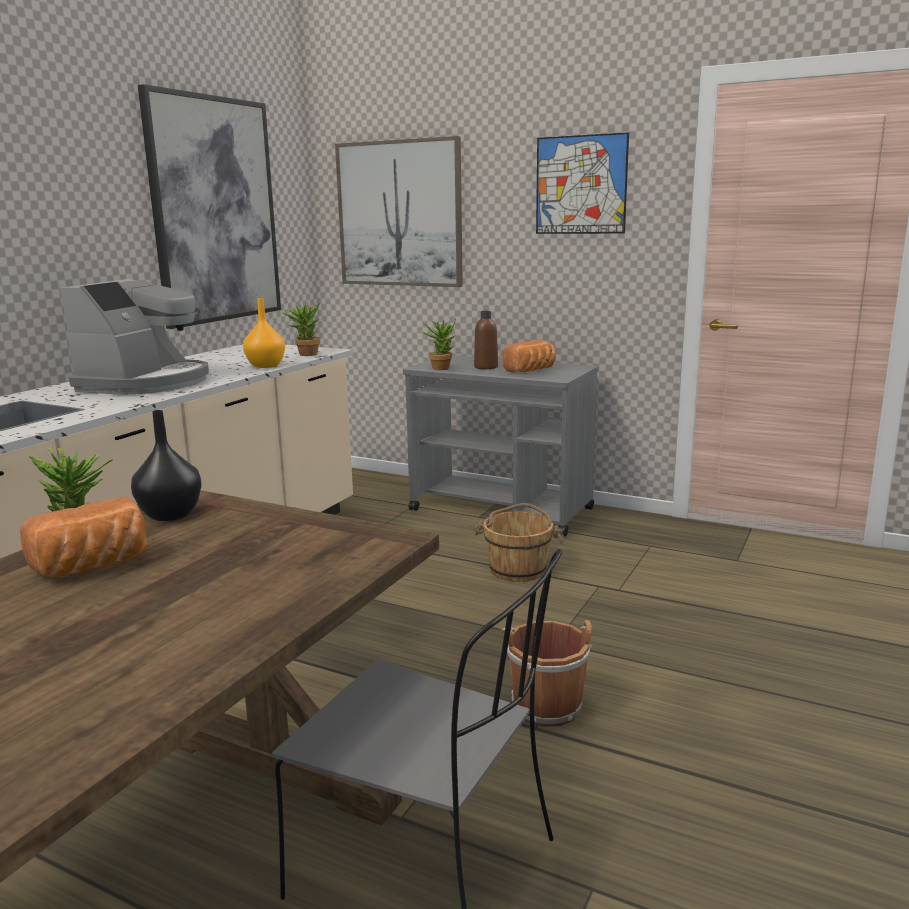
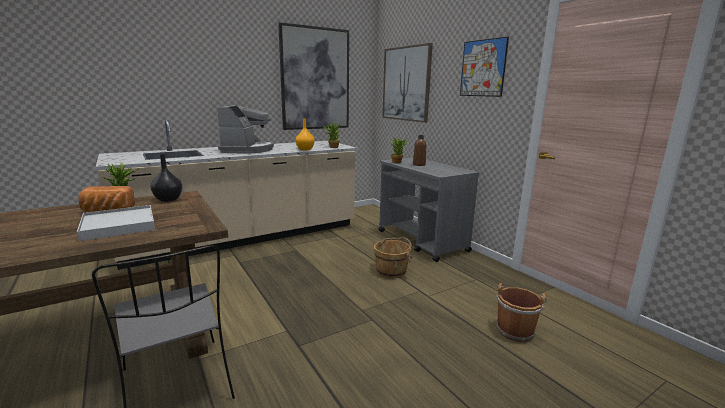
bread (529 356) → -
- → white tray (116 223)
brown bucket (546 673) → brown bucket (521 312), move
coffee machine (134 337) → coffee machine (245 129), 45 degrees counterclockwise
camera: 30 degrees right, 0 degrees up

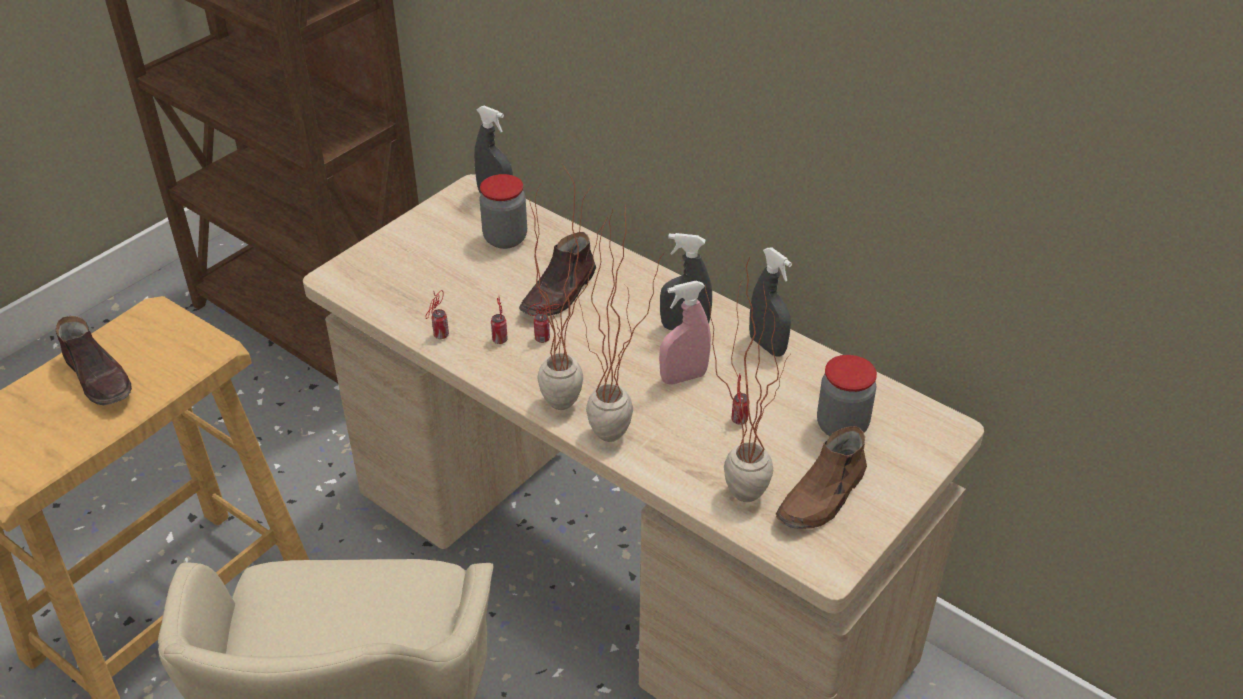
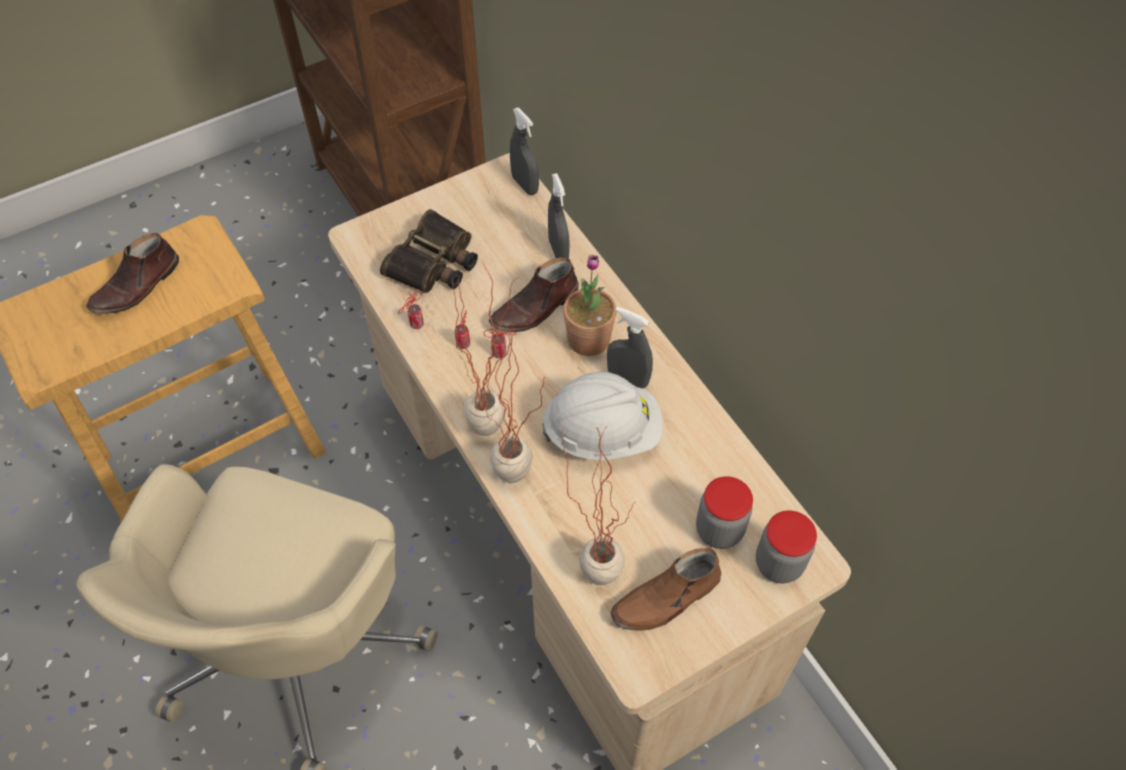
can (741 399) → -
- → binoculars (429 251)
- → potted plant (589 305)
jar (503 211) → jar (786 547), move
grey spray bottle (770 302) → grey spray bottle (558 215), move
pink spray bottle (685 333) → white hard hat (602 416)
brown shoe (94 360) → brown shoe (132 273), 60 degrees clockwise
camera: 20 degrees right, 15 degrees up

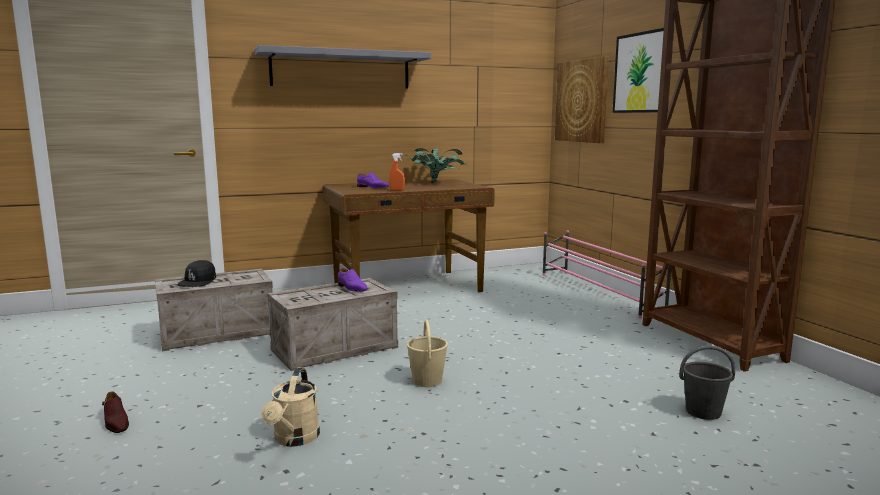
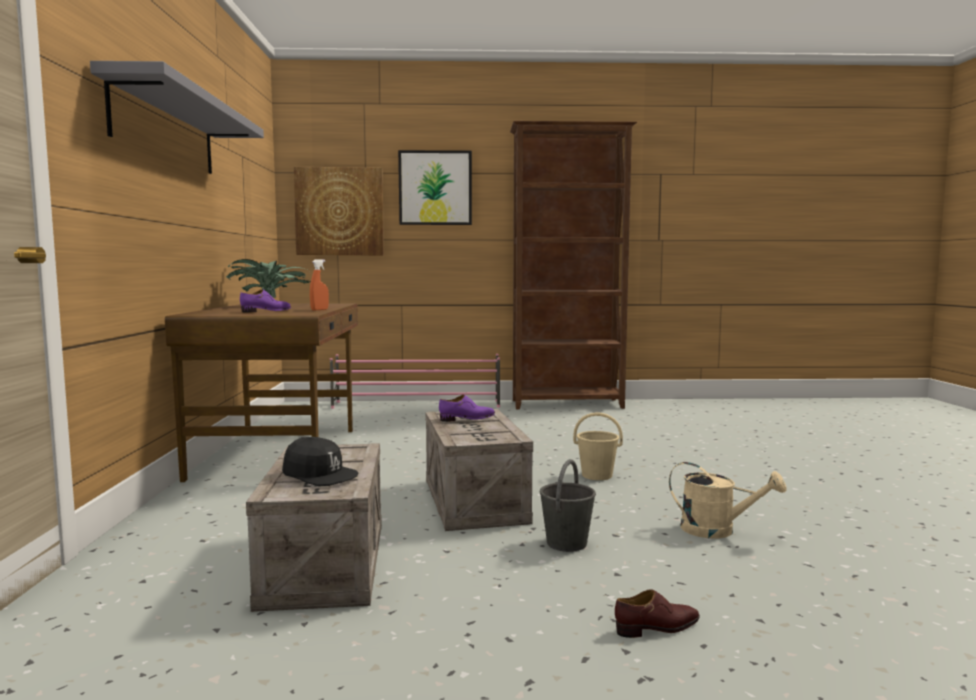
grey bucket (707 383) → grey bucket (568 505), move
camera: 70 degrees left, 5 degrees down

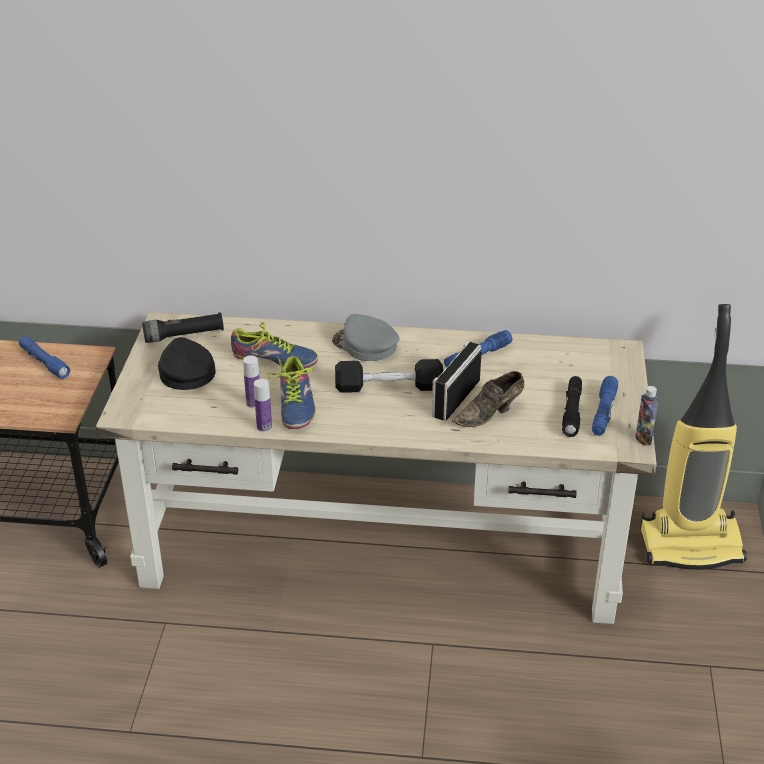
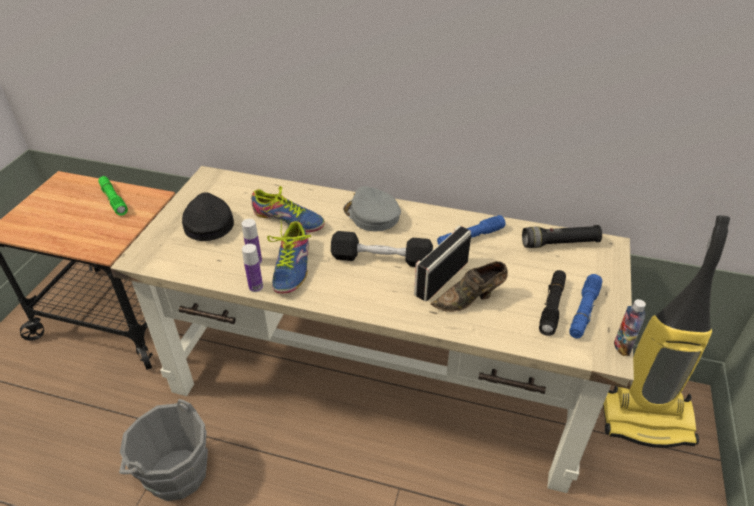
- → grey bucket (163 450)
black flashlight (183 327) → black flashlight (562 236), move
blue flashlight (44 357) → green flashlight (113 196)
camera: 10 degrees right, 5 degrees up

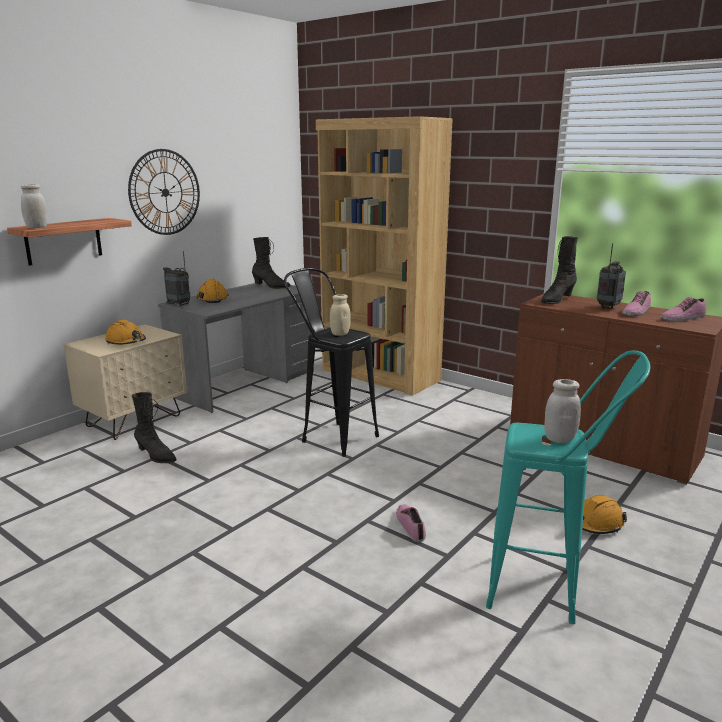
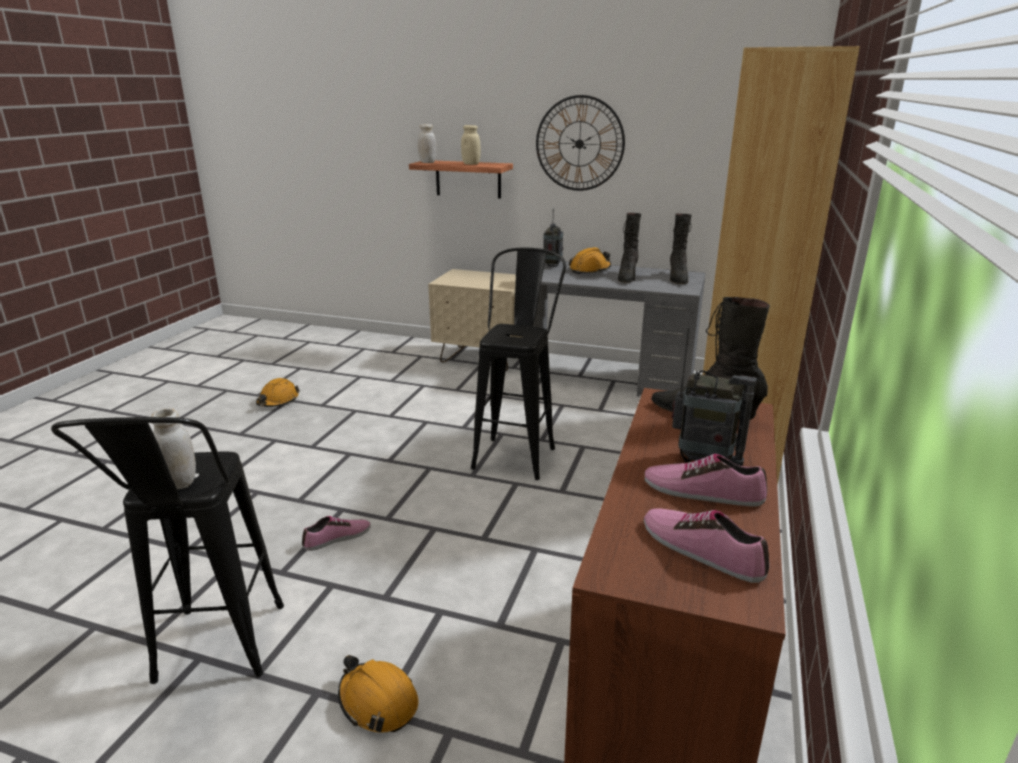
orange hard hat (125 332) → orange hard hat (278 392), move
black boot (154 427) → black boot (629 248), move
beige jar (340 315) → beige jar (471 145), move
turquoise stool (568 487) → black stool (167 550)
camera: 70 degrees right, 5 degrees up

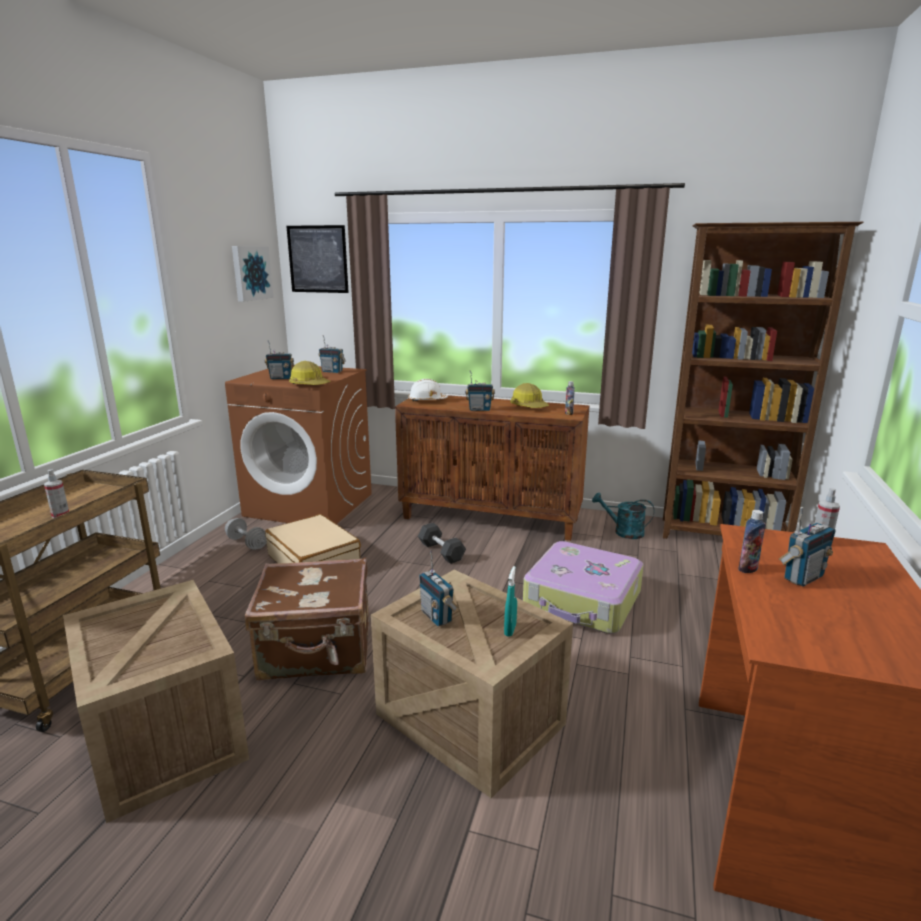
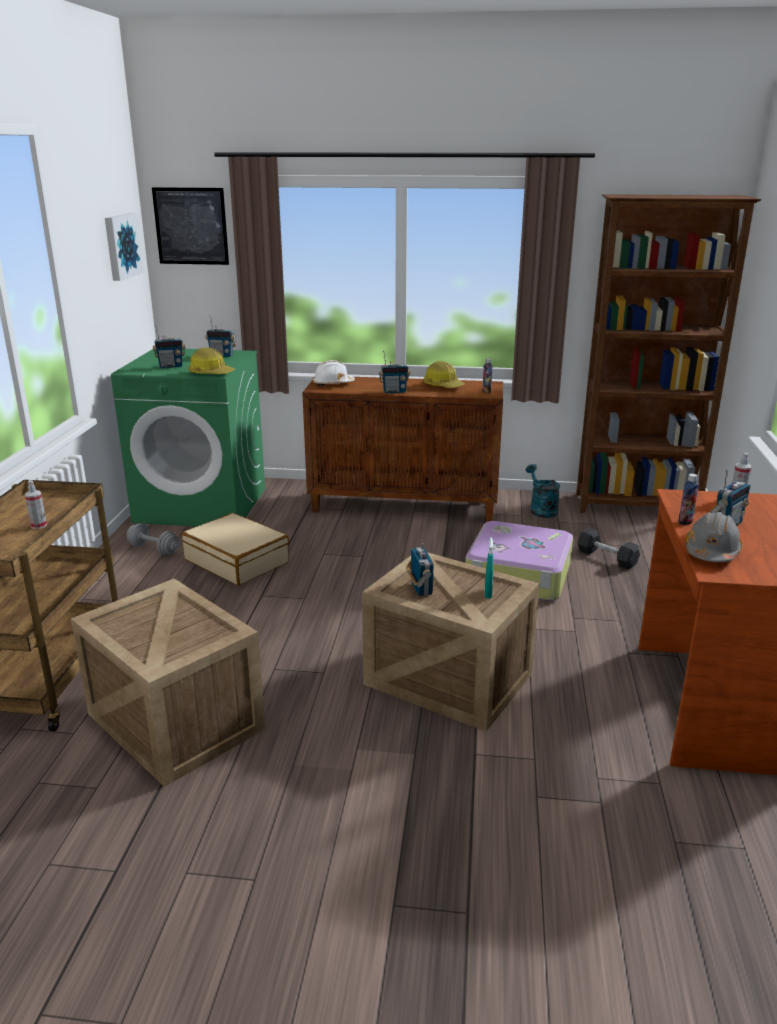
brown suitcase (307 619) → -
- → grey hard hat (714 537)
grey dumbbell (442 543) → grey dumbbell (609 549), move
brown washing machine (298 444) → green washing machine (188 438)
radio (438 588) → radio (420 569), 150 degrees counterclockwise
turquoise watering can (623 515) → turquoise watering can (543 491), 60 degrees clockwise
camera: 10 degrees left, 5 degrees up

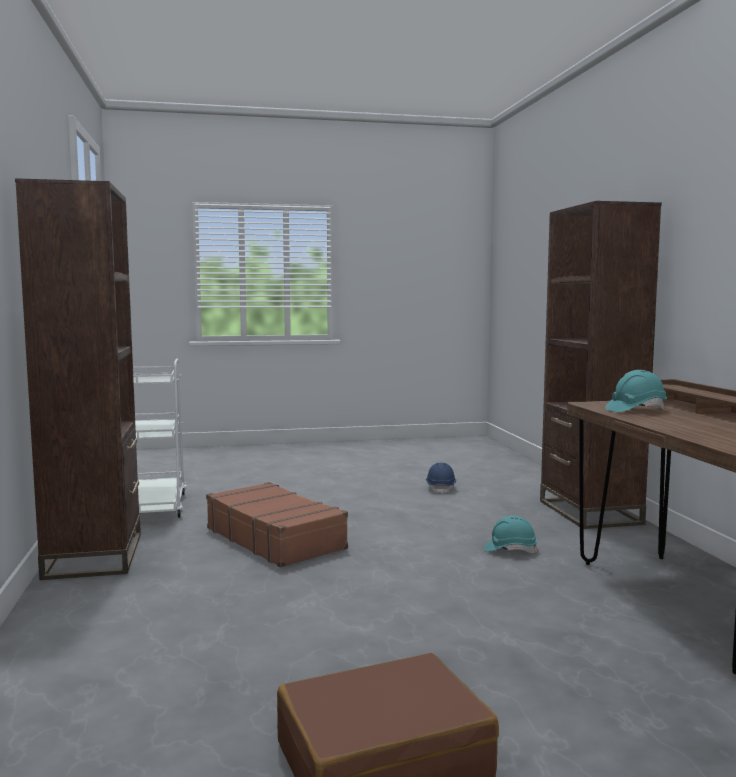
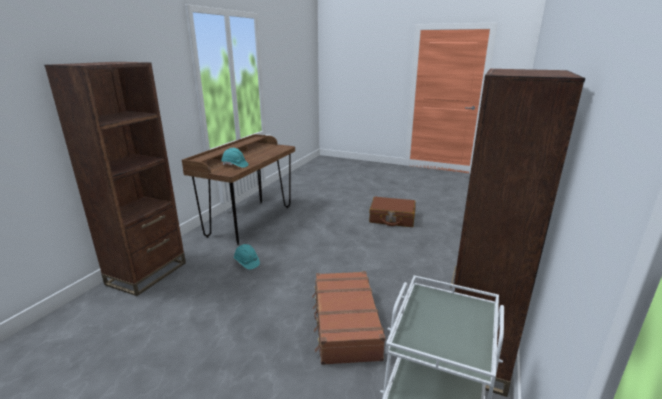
blue hard hat (441 478) → -
camera: 145 degrees left, 15 degrees up

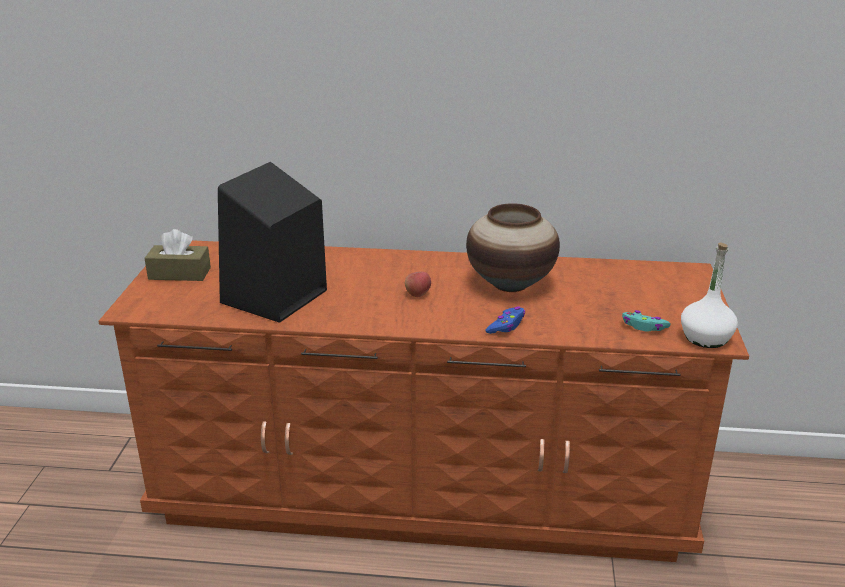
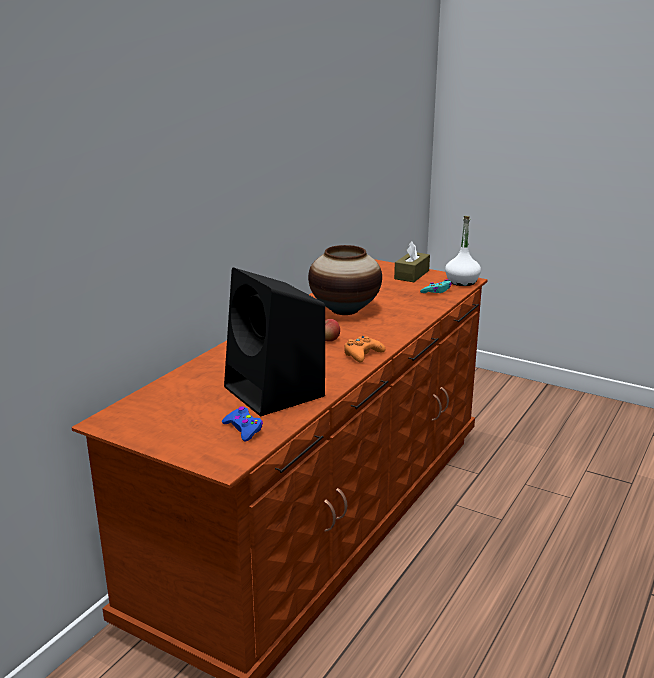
- → orange game controller (364 349)
brown tissue box (177 255) → brown tissue box (412 262), move
blue game controller (505 320) → blue game controller (242 424), move
camera: 65 degrees left, 5 degrees down

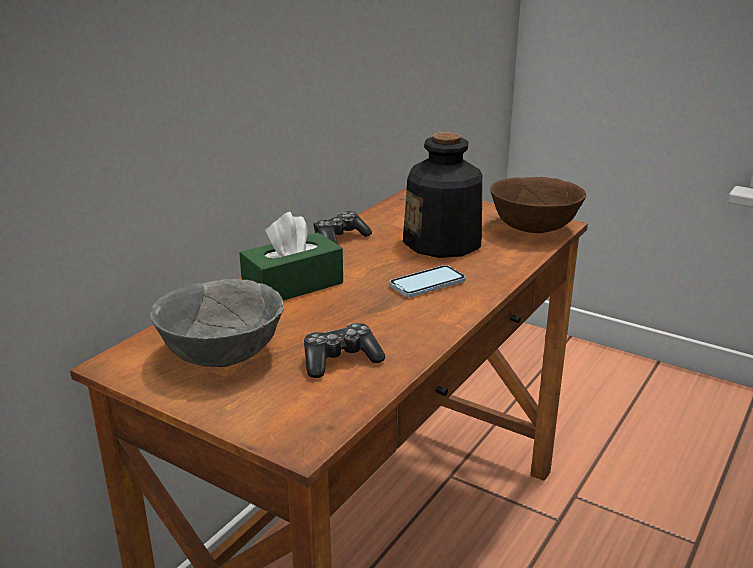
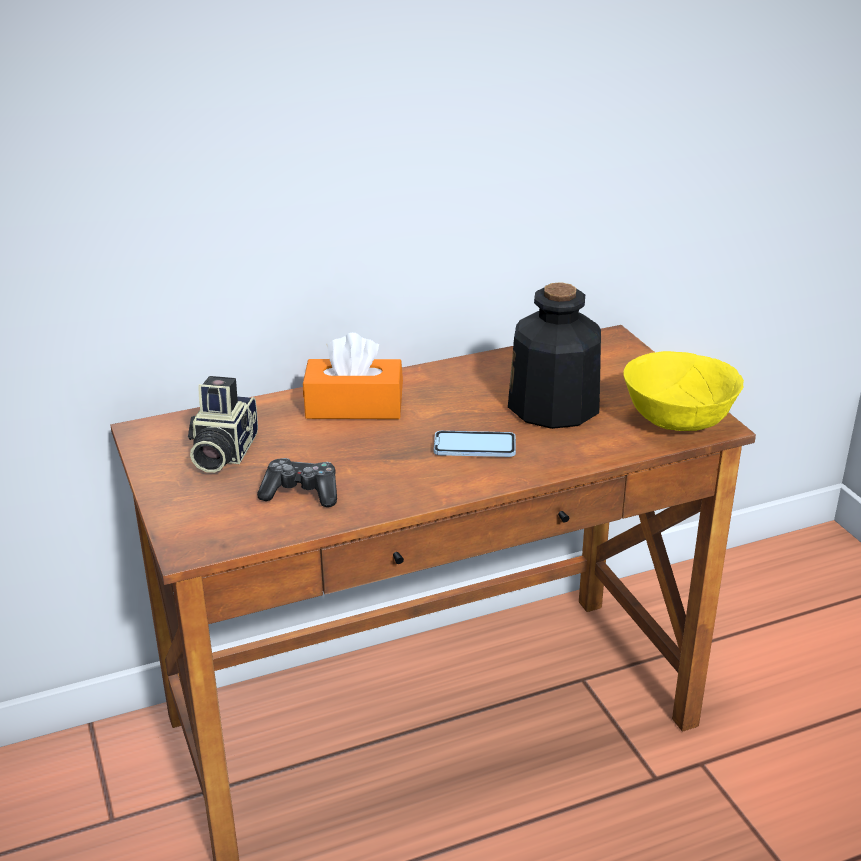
game controller (342 227) → -
grey bowl (217 323) → photo camera (223 424)
green tissue box (291 256) → orange tissue box (353 376)
brown bowl (538 205) → yellow bowl (683 391)
camera: 35 degrees right, 5 degrees up

